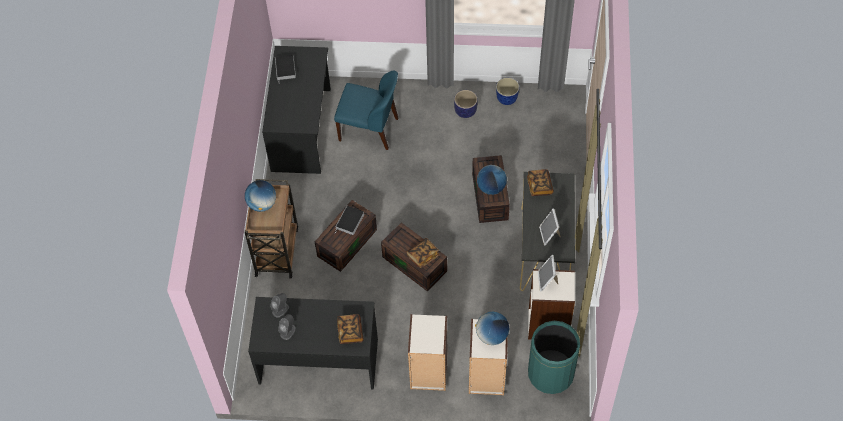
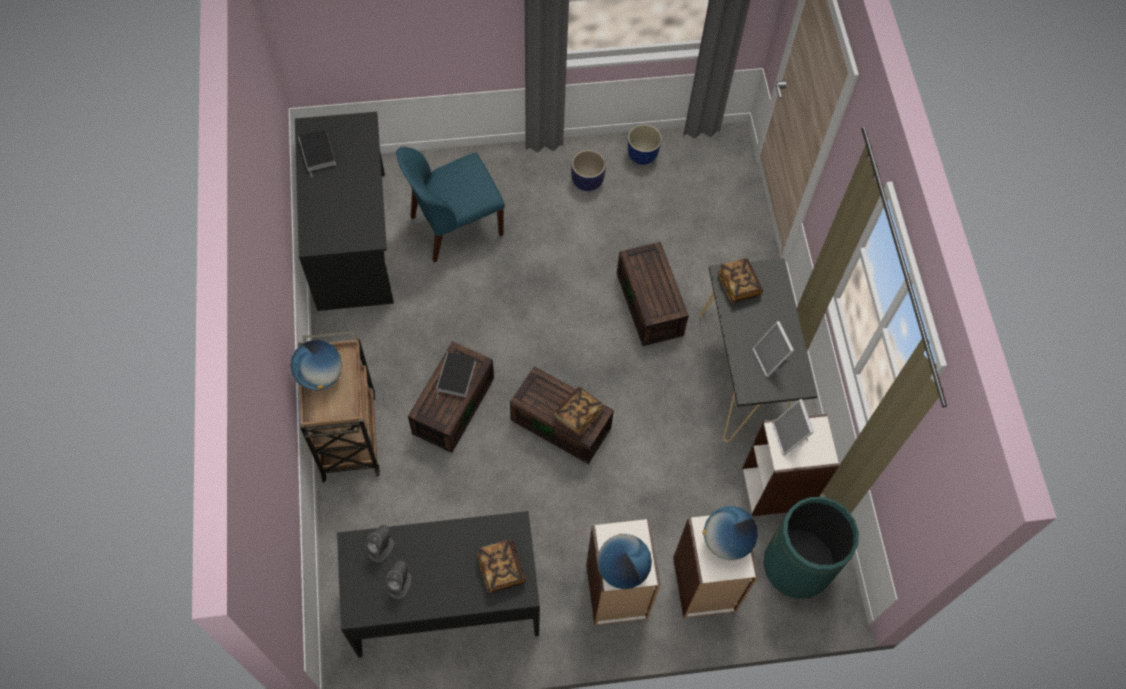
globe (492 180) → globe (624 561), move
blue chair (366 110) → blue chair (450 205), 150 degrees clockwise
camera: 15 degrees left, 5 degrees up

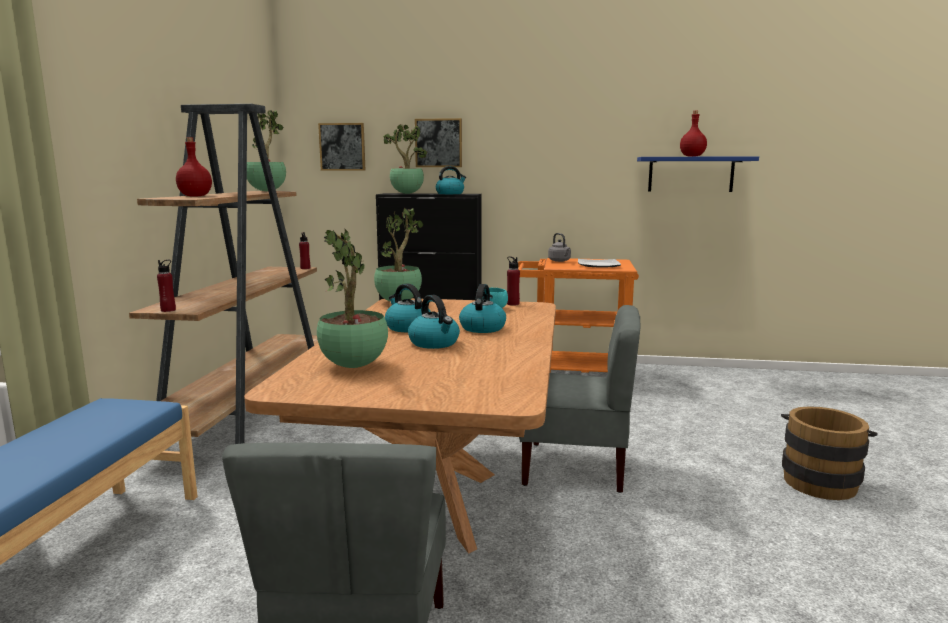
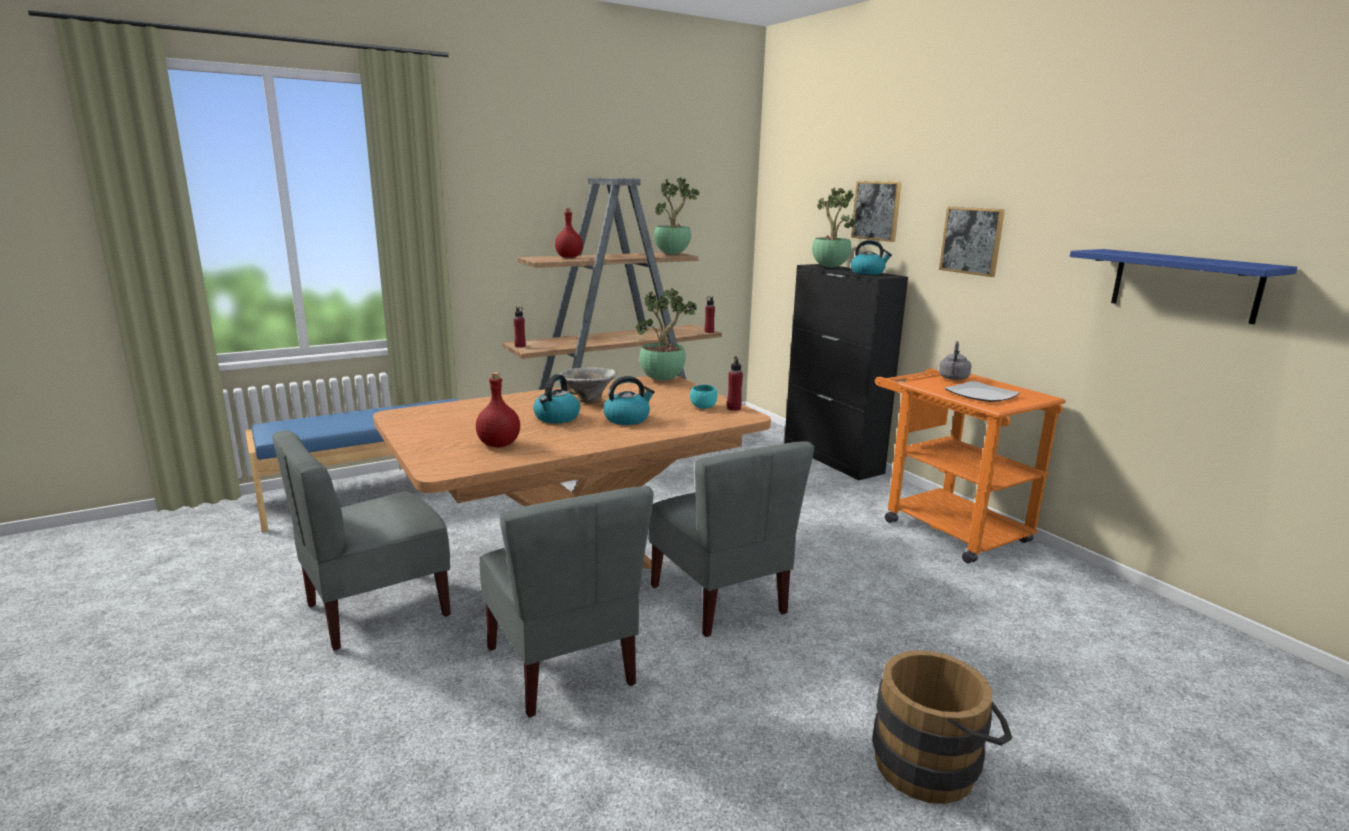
potted plant (352 298) → -
- → grey chair (566 601)
picture (341 147) → picture (972 242), move
red bottle (693 134) → red bottle (498 409), move
kettle (408 307) → bowl (588 385)
camera: 50 degrees right, 5 degrees up

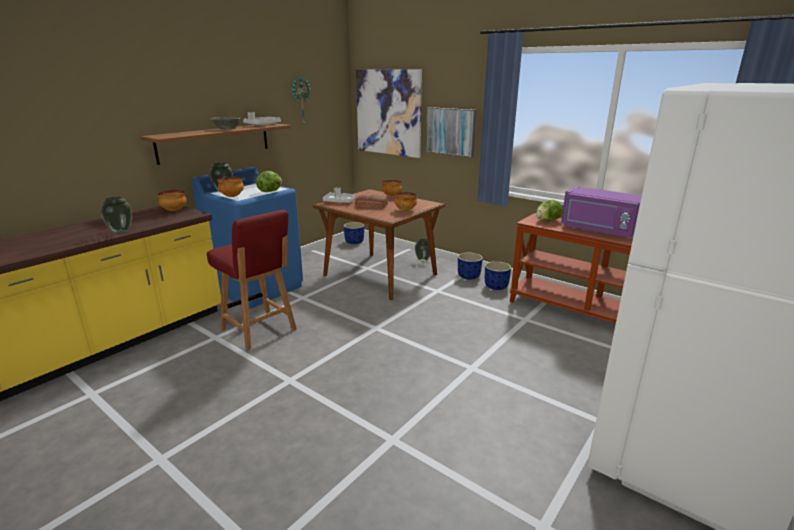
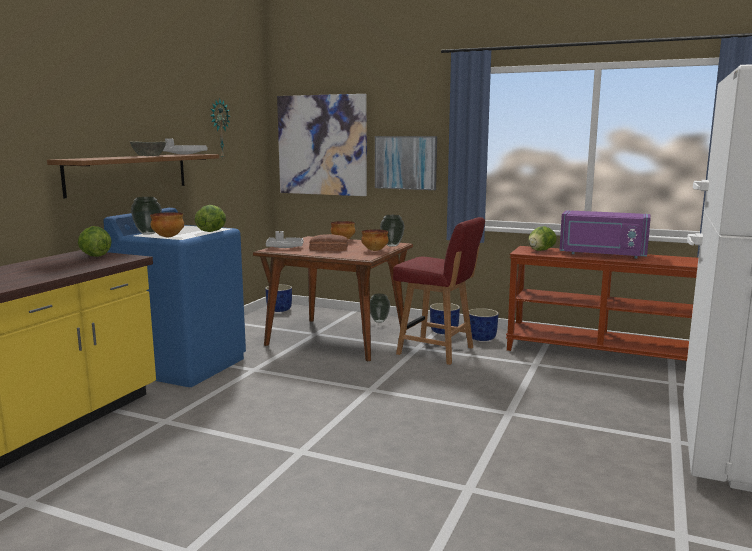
vase (116 215) → vase (392 231), move
red chair (252 280) → red chair (439 291), move
bowl (172 200) → lettuce (95 241)
camera: 15 degrees left, 10 degrees down

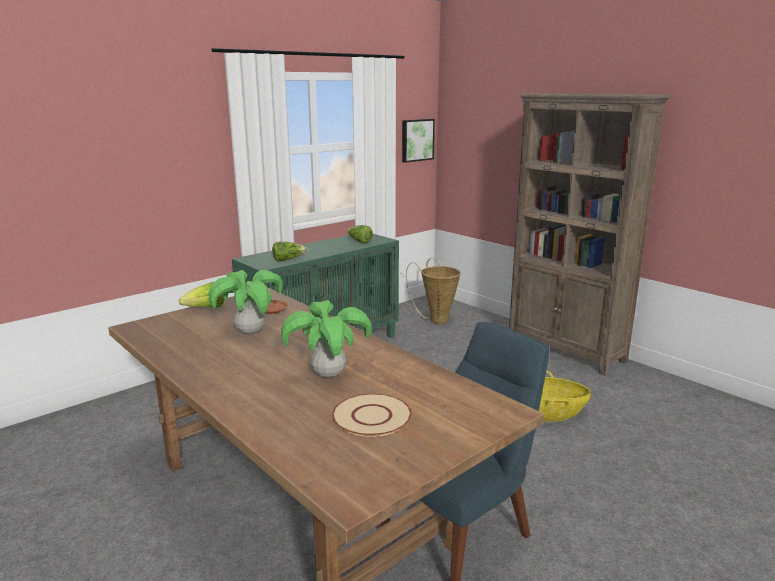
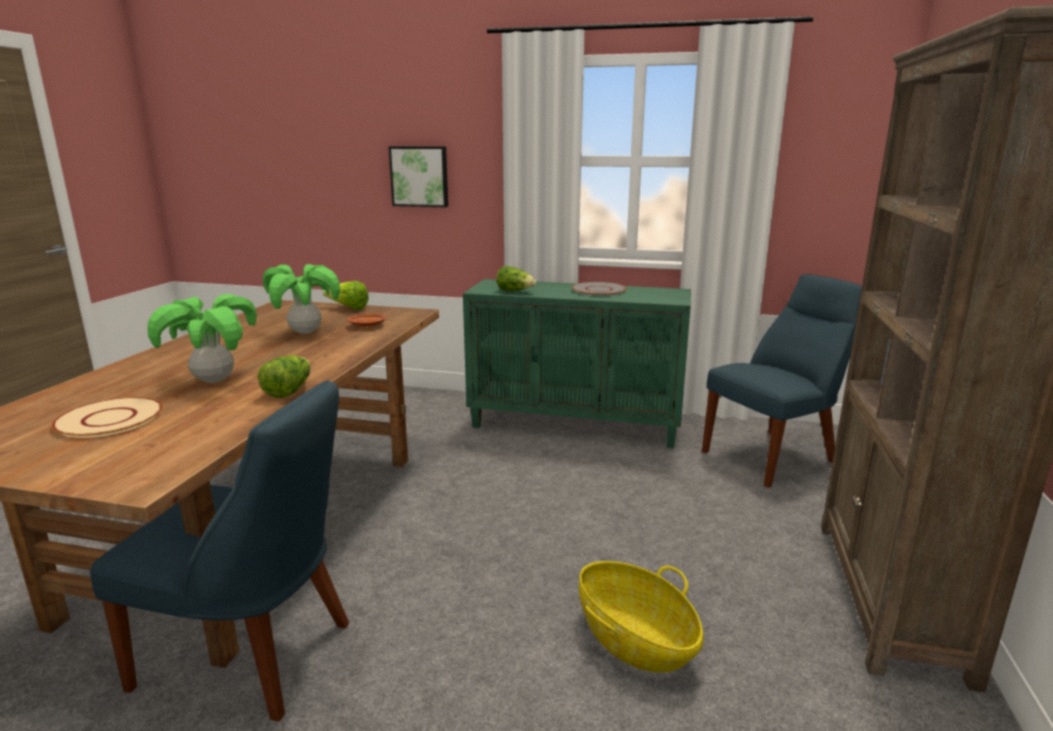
- → grey plate (599 289)
lettuce (360 234) → lettuce (284 376), move
picture (418 141) → picture (418 176), move
basket (433 291) → blue chair (782 381)
camera: 55 degrees right, 0 degrees up

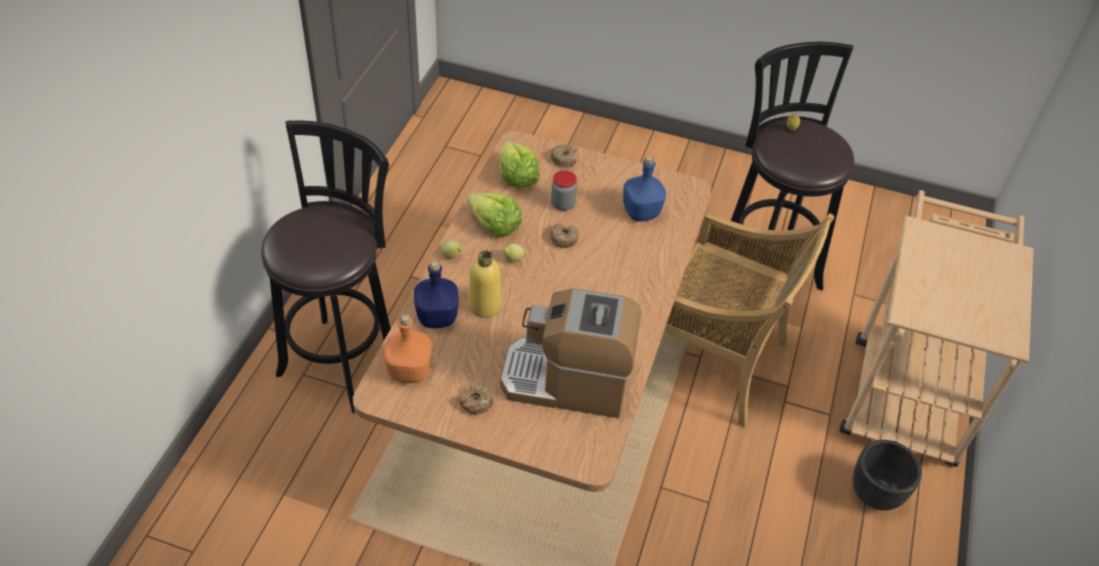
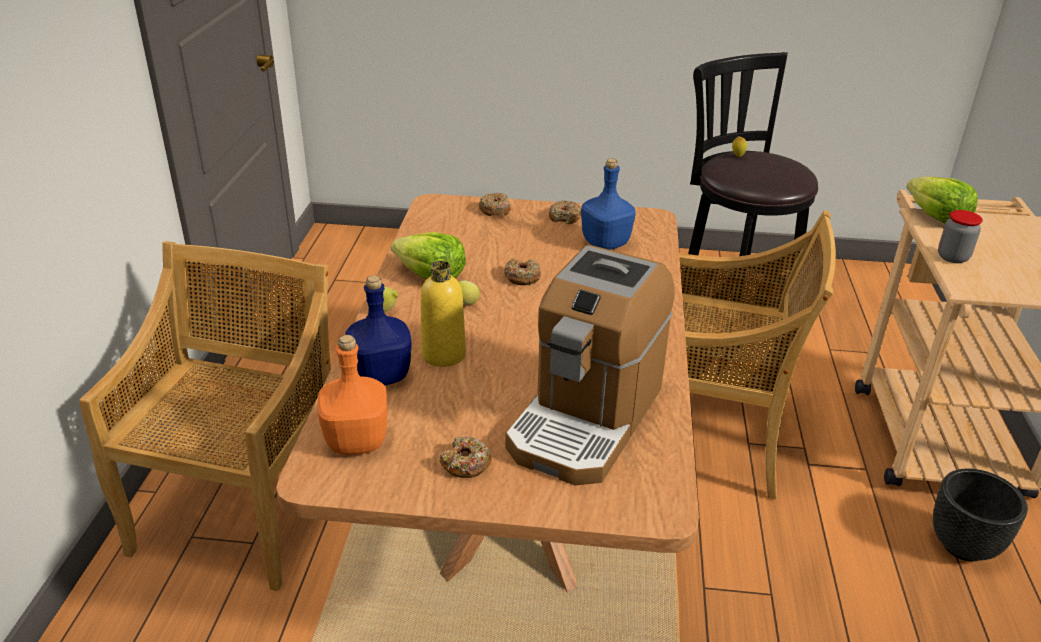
- → donut (565 212)
lettuce (519 164) → lettuce (942 200), move
jar (564 190) → jar (960 236), move
black stool (326 266) → beige chair (205 416)
coffee machine (570 353) → coffee machine (589 365), 60 degrees counterclockwise
camera: 10 degrees left, 15 degrees down

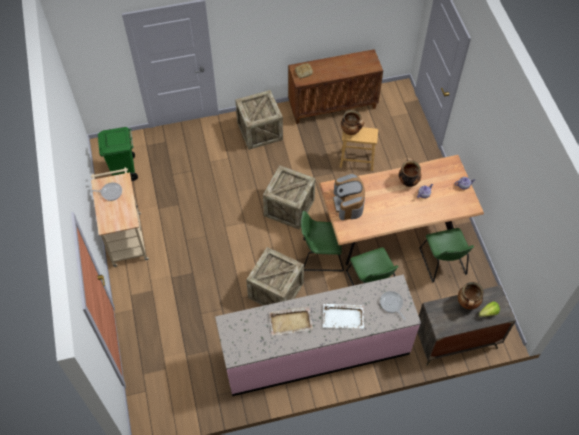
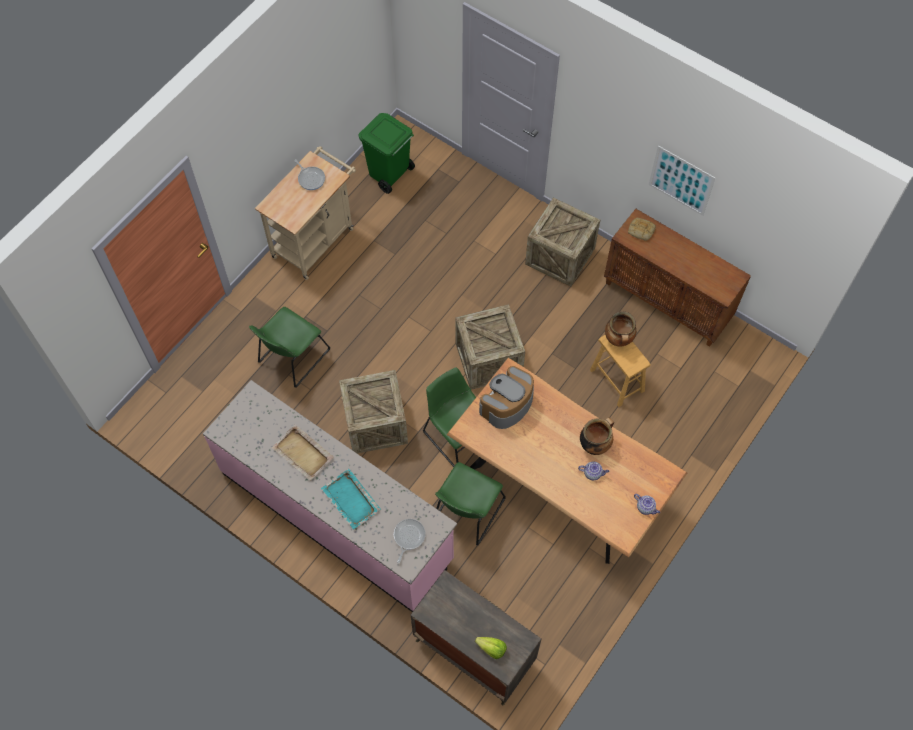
cooking pot (471 295) → -
- → picture (682 180)
green chair (446 255) → green chair (289 347), move
white tray (343 316) → turquoise tray (351 499)
camera: 50 degrees right, 5 degrees up

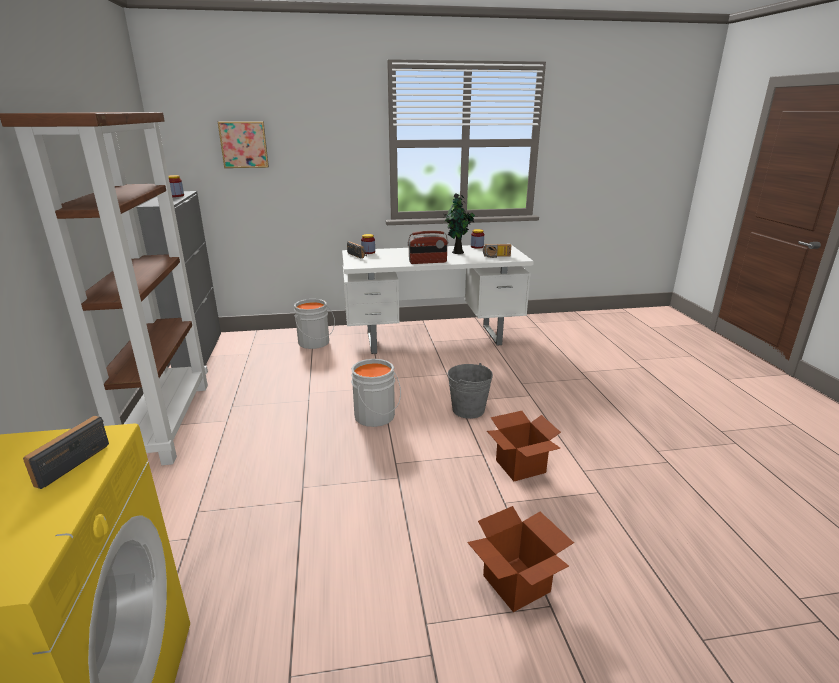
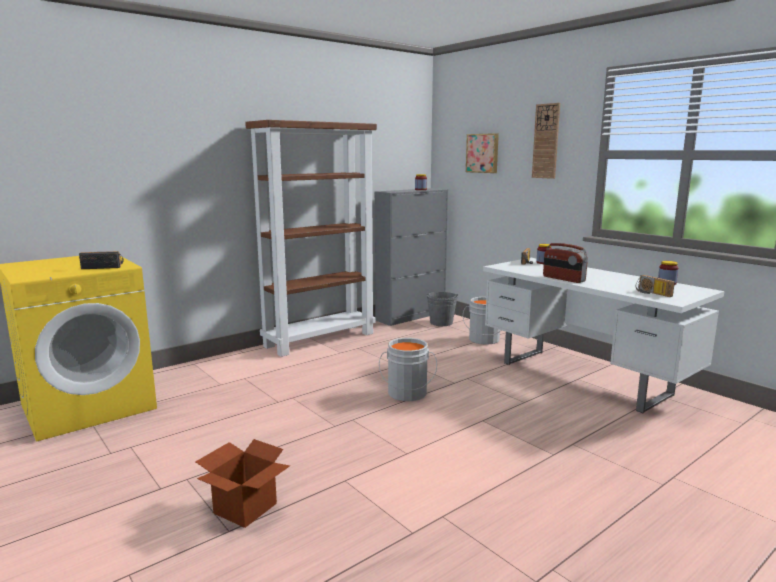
potted plant (459 223) → -
cardboard box (524 446) → -
- → wall clock (546 141)
grey bucket (470 391) → grey bucket (442 309), move
camera: 60 degrees right, 10 degrees down

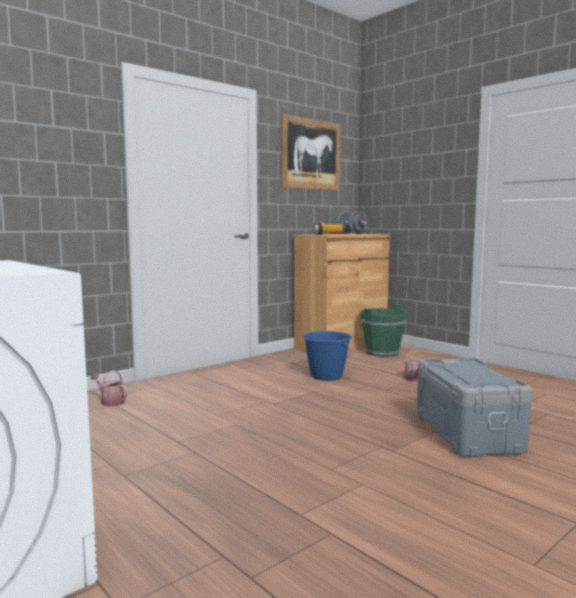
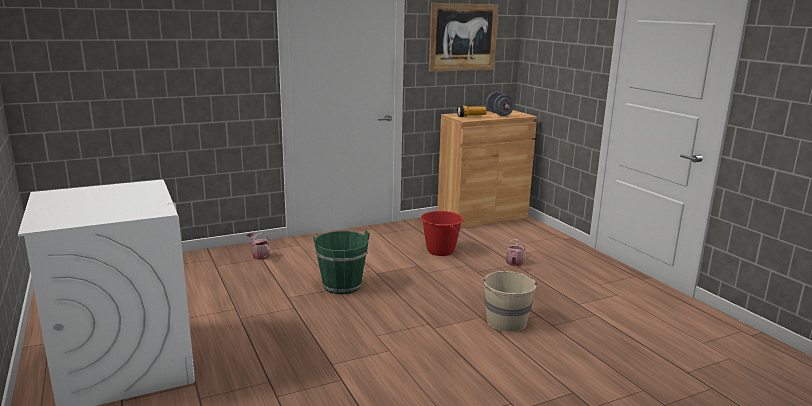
green bucket (383 330) → green bucket (341 262), move
grey storage box (474 407) → beige bucket (510 301)
blue bucket (327 356) → red bucket (442 233)
camera: 15 degrees right, 10 degrees up

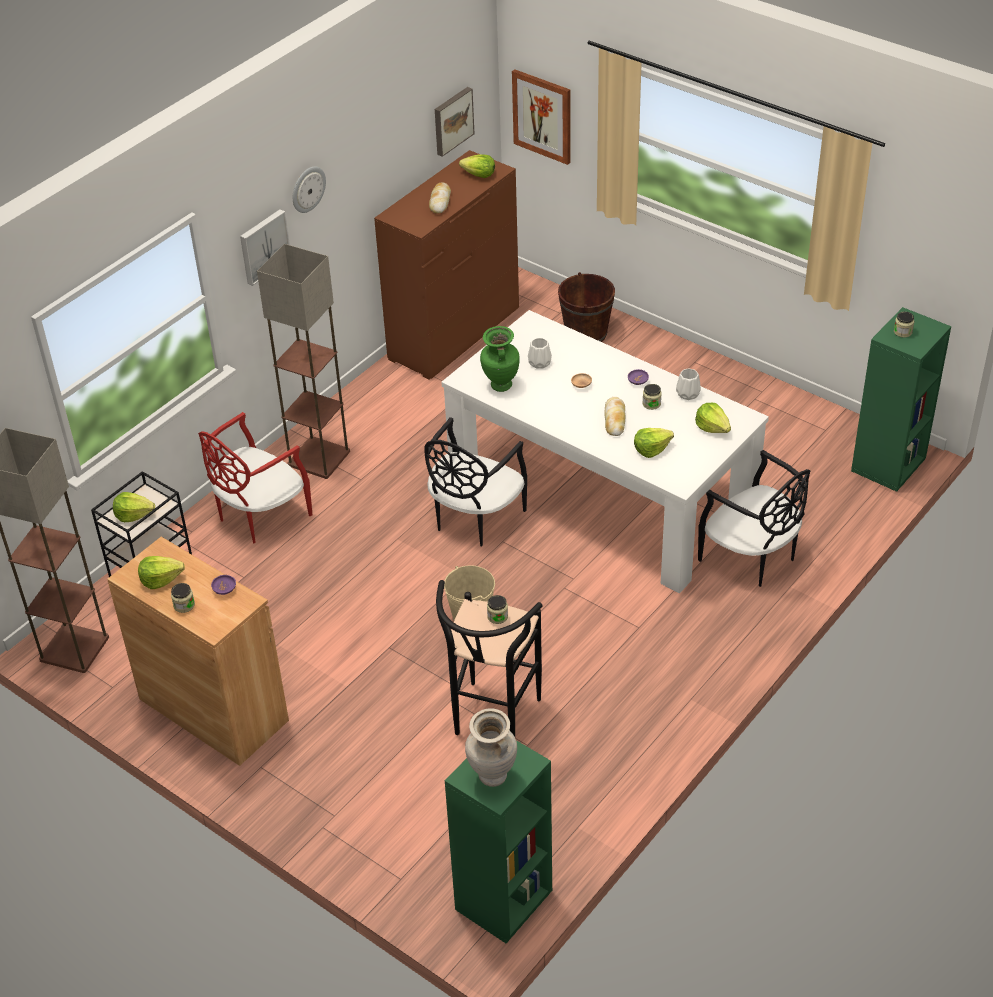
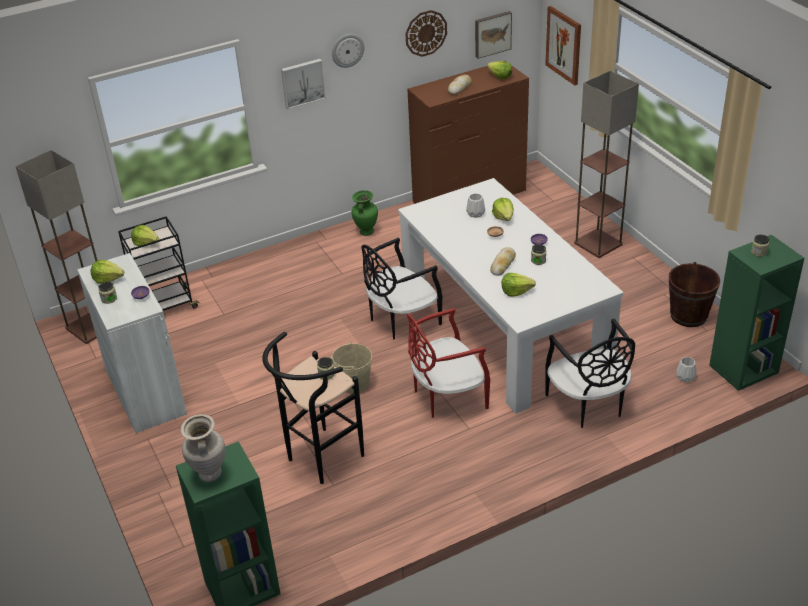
- → wall clock (426 33)
red chair (255 477) → red chair (448 363), move
floor lamp (303 361) → floor lamp (606 164), move
green vase (500 359) → green vase (365 213), move
brown bucket (586 307) → brown bucket (694 294), move
white vase (688 384) → white vase (686 369), move
lettuce (713 418) → lettuce (503 209), move
brown cabinet (198 651) → white cabinet (132 343)
camera: 25 degrees right, 5 degrees down

